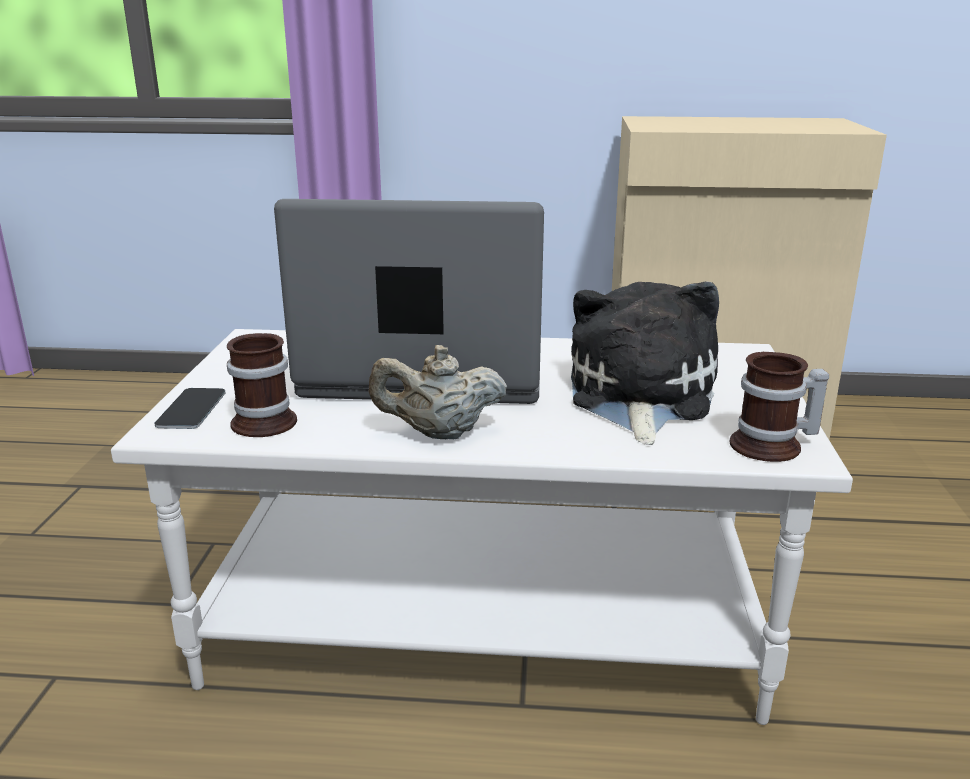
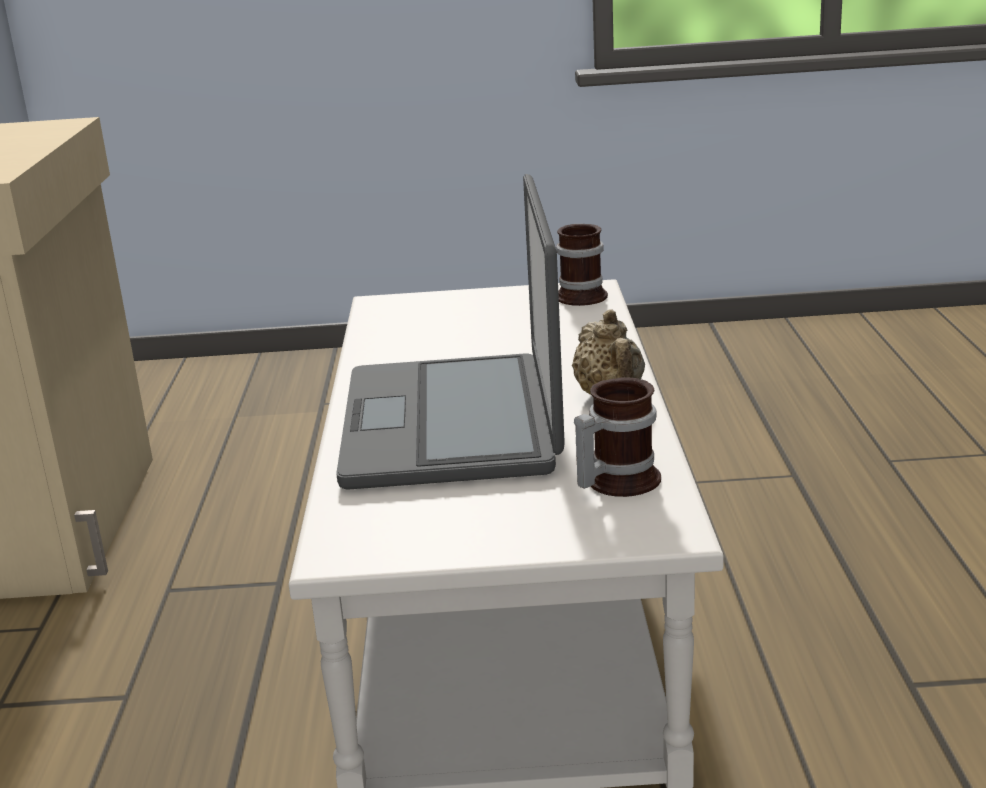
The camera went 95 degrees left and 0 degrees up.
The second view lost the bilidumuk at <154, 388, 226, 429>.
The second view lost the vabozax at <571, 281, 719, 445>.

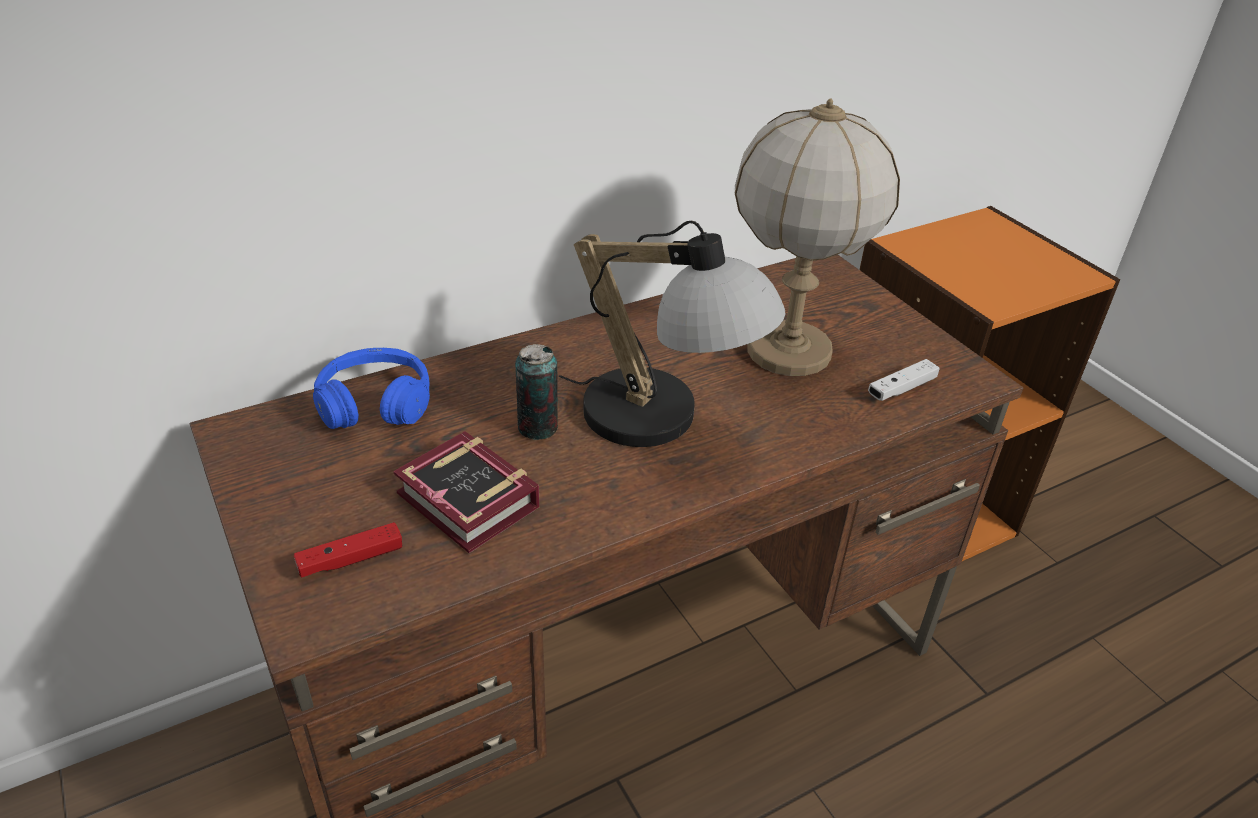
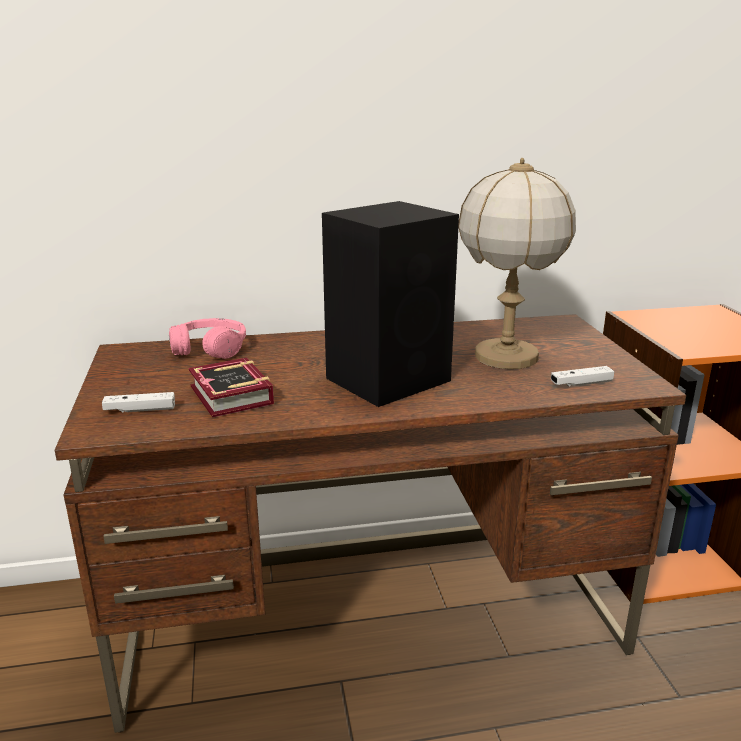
The camera went 20 degrees right and 15 degrees down.
What was the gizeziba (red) at <294, 522, 402, 577> turned into the gizeziba (white) at <102, 392, 175, 413>.
What was the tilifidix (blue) at <313, 348, 430, 429> turned into the tilifidix (pink) at <169, 318, 246, 359>.
Where the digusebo stood at <559, 221, 786, 447>, the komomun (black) came to stand at <322, 201, 459, 407>.
The second view lost the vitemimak at <515, 344, 558, 440>.

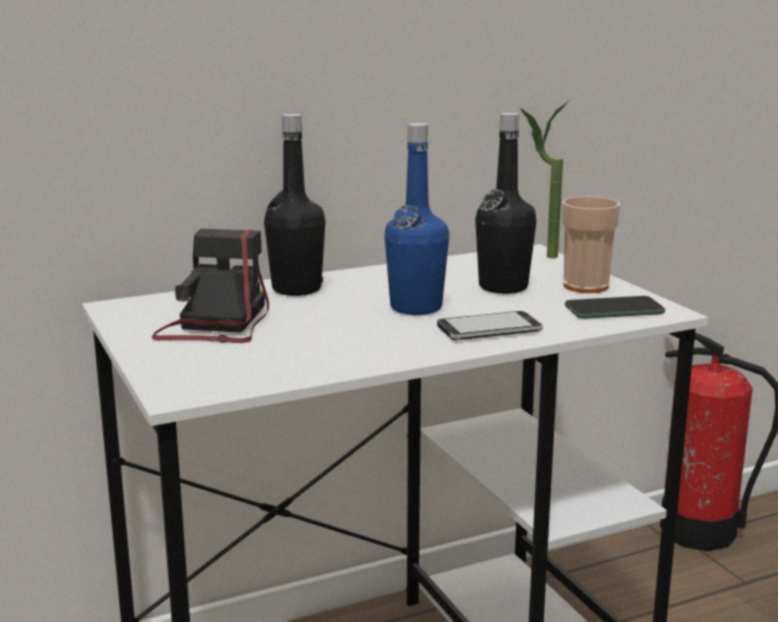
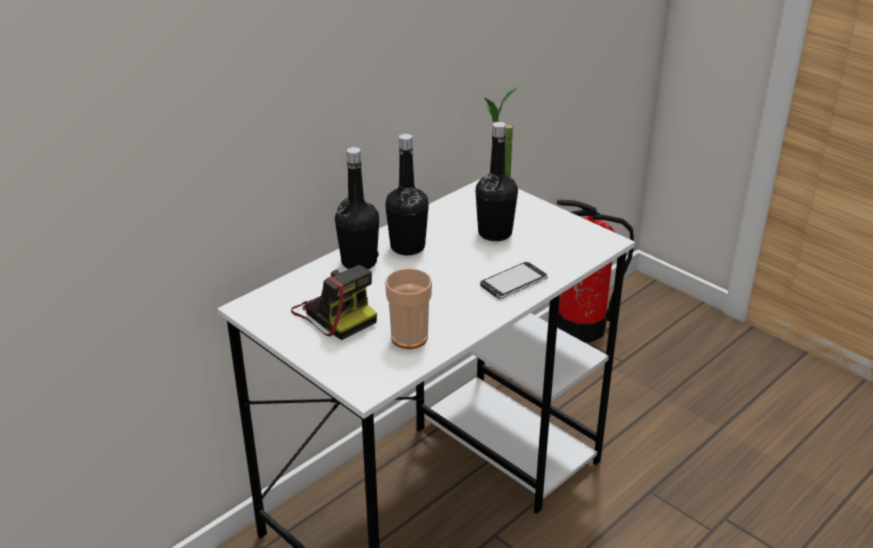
The camera went 20 degrees left and 15 degrees up.
The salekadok at <152, 229, 269, 343> ended up facing another way, 150 degrees clockwise from before.
The second view gained the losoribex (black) at <385, 134, 429, 255>.
The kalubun ended up elsewhere, having gone from <562, 196, 620, 293> to <385, 268, 432, 349>.
The second view lost the losoribex (blue) at <384, 123, 449, 315>.
The second view lost the bilidumuk at <565, 296, 665, 319>.

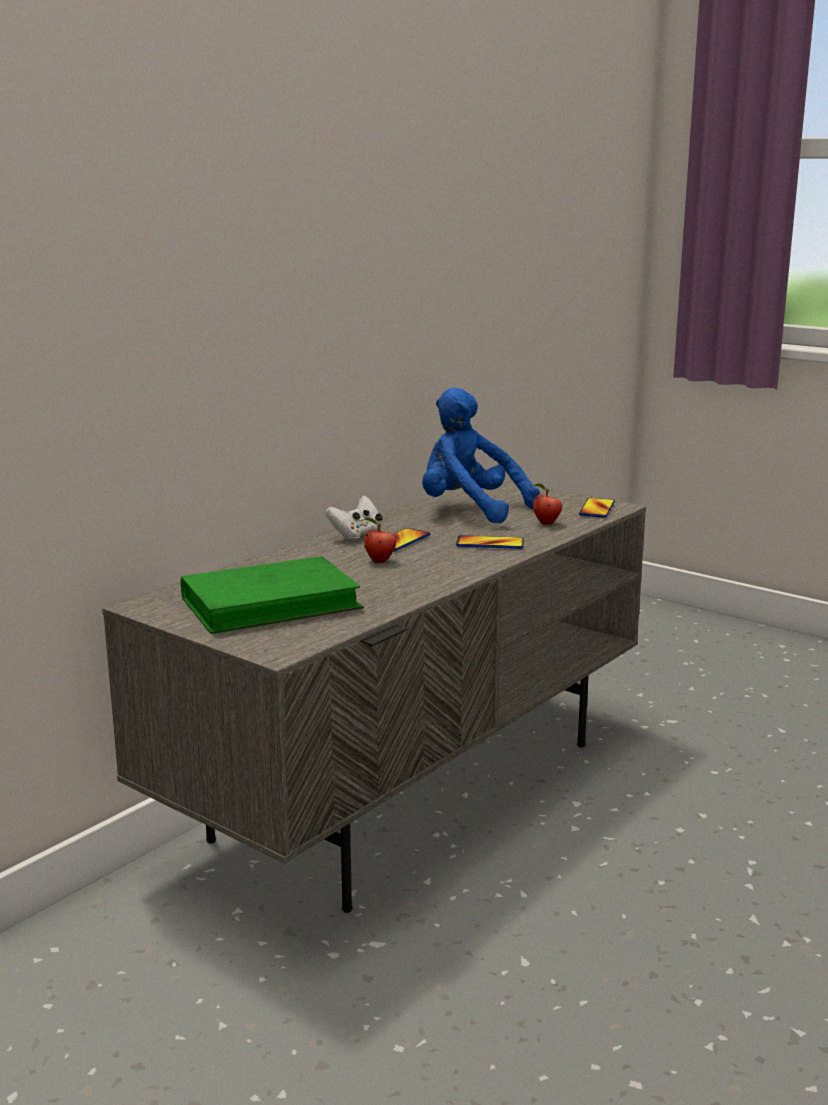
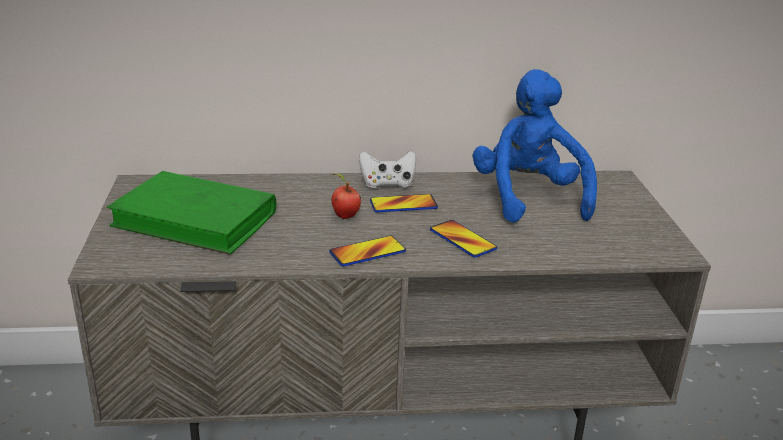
The camera went 45 degrees right and 10 degrees up.
The bilidumuk ended up elsewhere, having gone from <579, 498, 615, 518> to <329, 236, 406, 266>.
The second view lost the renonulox at <530, 484, 562, 525>.

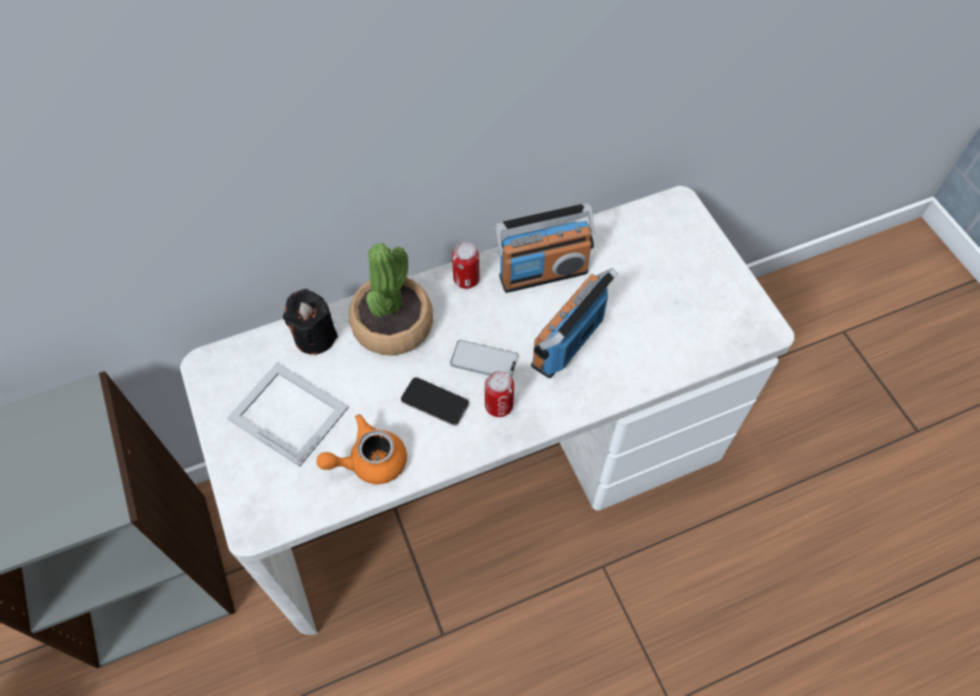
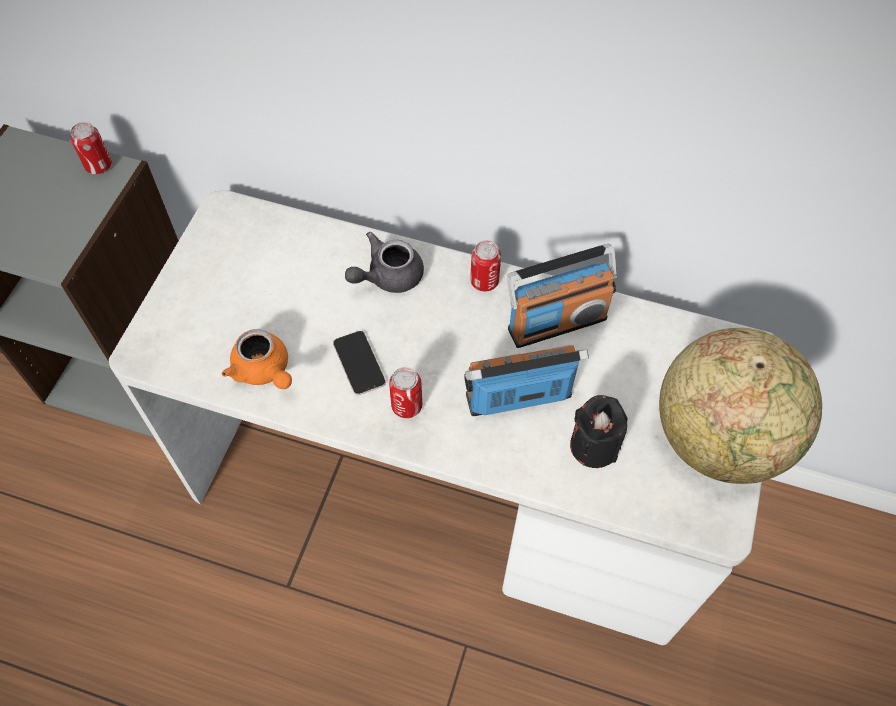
The camera went 40 degrees right and 0 degrees up.
The second view gained the vitemimak at <70, 122, 112, 174>.
The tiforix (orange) at <316, 414, 407, 485> ended up facing another way, 150 degrees counterclockwise from before.
Where the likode stood at <349, 243, 433, 356>, the tiforix (grey) came to stand at <345, 232, 424, 293>.
The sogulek at <495, 203, 594, 293> ended up facing another way, 45 degrees counterclockwise from before.
The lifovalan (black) ended up elsewhere, having gone from <283, 289, 338, 355> to <570, 395, 627, 468>.
The second view gained the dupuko at <659, 328, 822, 484>.
The second view lost the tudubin at <227, 362, 349, 467>.
The second view lost the bilidumuk at <450, 340, 518, 378>.

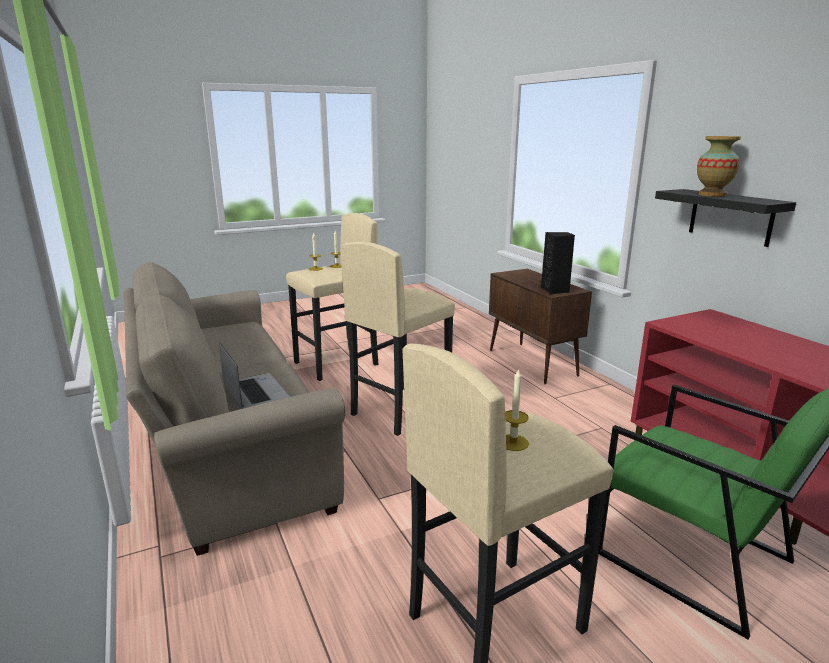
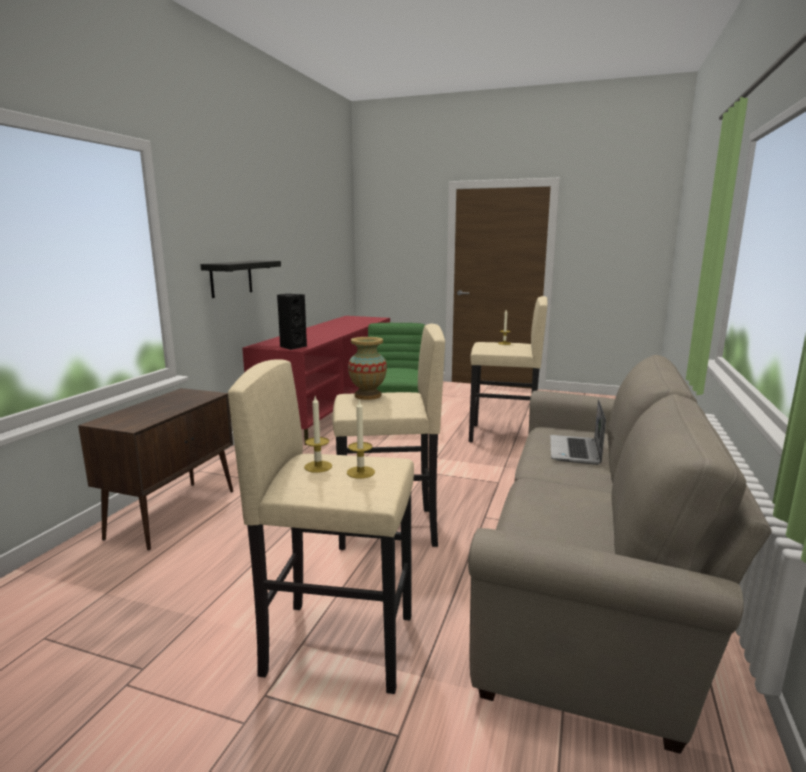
The camera went 135 degrees left and 5 degrees down.
The komomun (black) ended up elsewhere, having gone from <541, 232, 575, 295> to <277, 294, 307, 350>.
The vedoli ended up elsewhere, having gone from <697, 136, 741, 197> to <348, 337, 387, 400>.

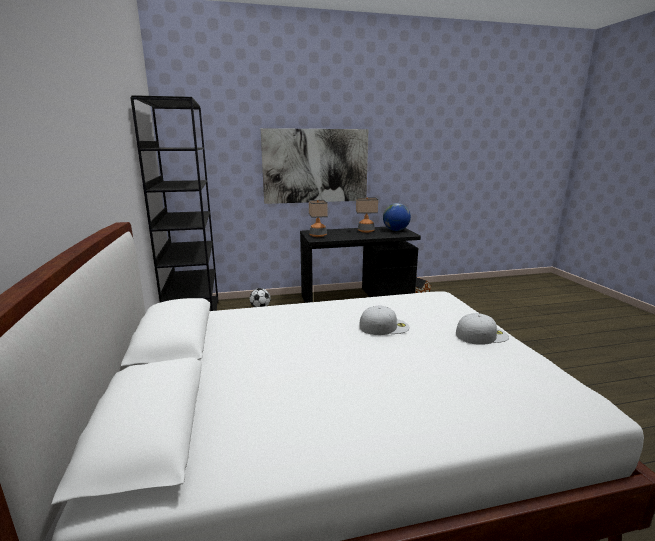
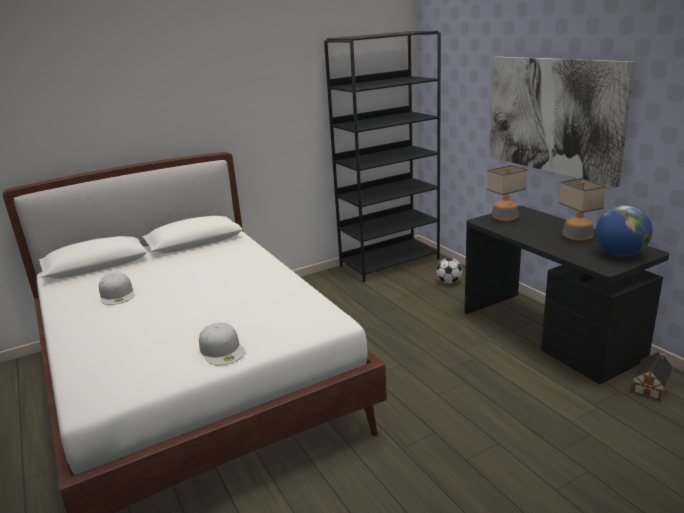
The camera went 75 degrees right and 5 degrees up.
The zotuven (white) ended up elsewhere, having gone from <359, 306, 409, 335> to <99, 273, 134, 305>.

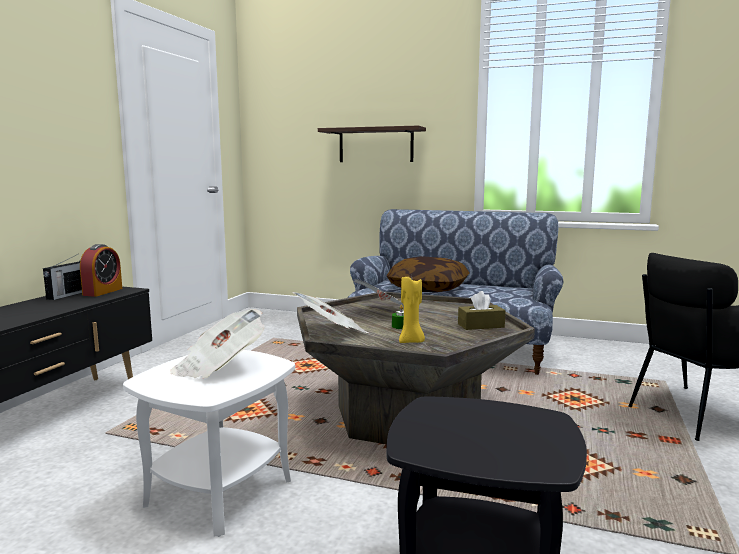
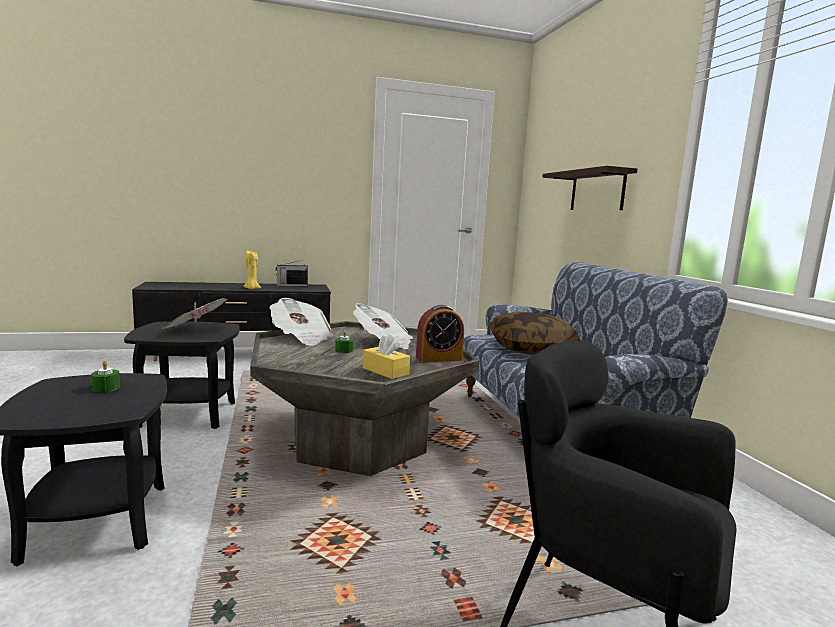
The camera went 55 degrees right and 0 degrees up.
The second view gained the lifovalan (green) at <91, 360, 120, 392>.
What was the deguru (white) at <123, 350, 295, 537> turned into the deguru (black) at <124, 322, 240, 429>.
The lifovalan (yellow) ended up elsewhere, having gone from <399, 277, 425, 343> to <244, 251, 261, 289>.
What was the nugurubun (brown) at <458, 291, 505, 330> turned into the nugurubun (yellow) at <363, 334, 410, 379>.
The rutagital ended up elsewhere, having gone from <80, 244, 122, 297> to <416, 305, 464, 363>.

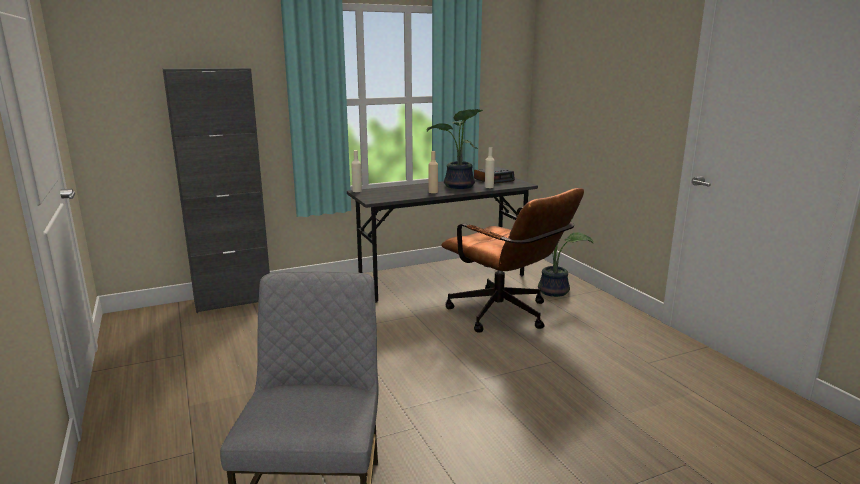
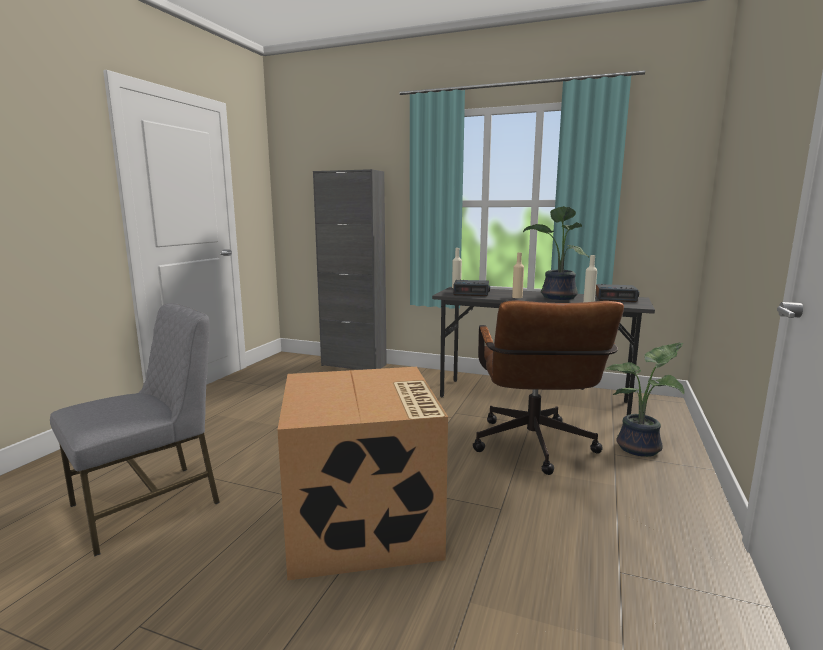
The camera went 45 degrees right and 5 degrees down.
The second view gained the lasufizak at <278, 367, 448, 580>.
The second view gained the rutagital at <453, 280, 490, 296>.

